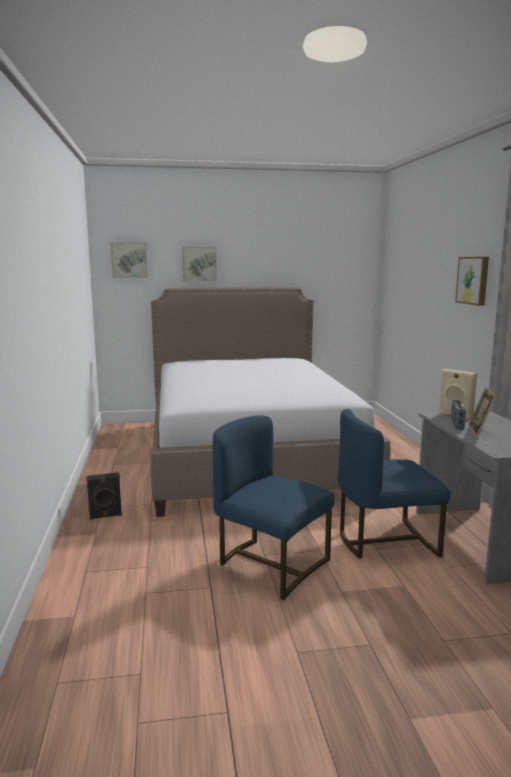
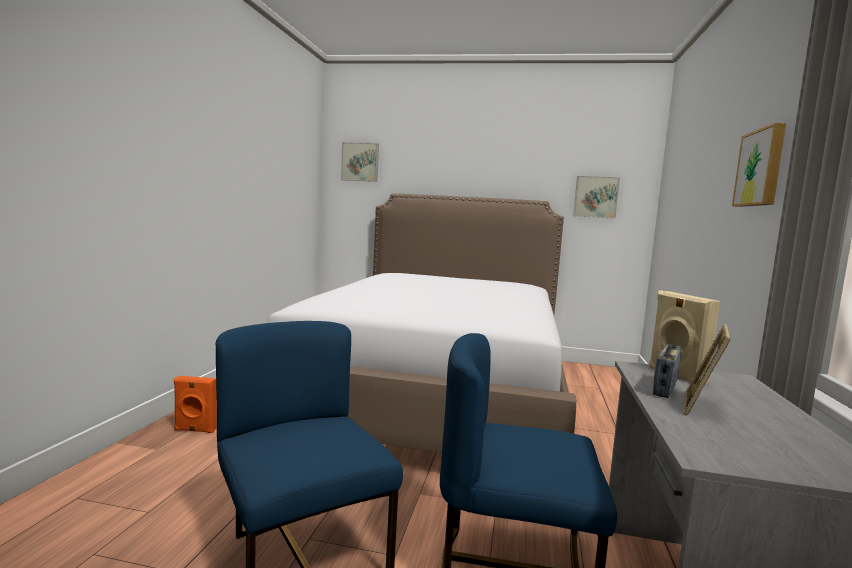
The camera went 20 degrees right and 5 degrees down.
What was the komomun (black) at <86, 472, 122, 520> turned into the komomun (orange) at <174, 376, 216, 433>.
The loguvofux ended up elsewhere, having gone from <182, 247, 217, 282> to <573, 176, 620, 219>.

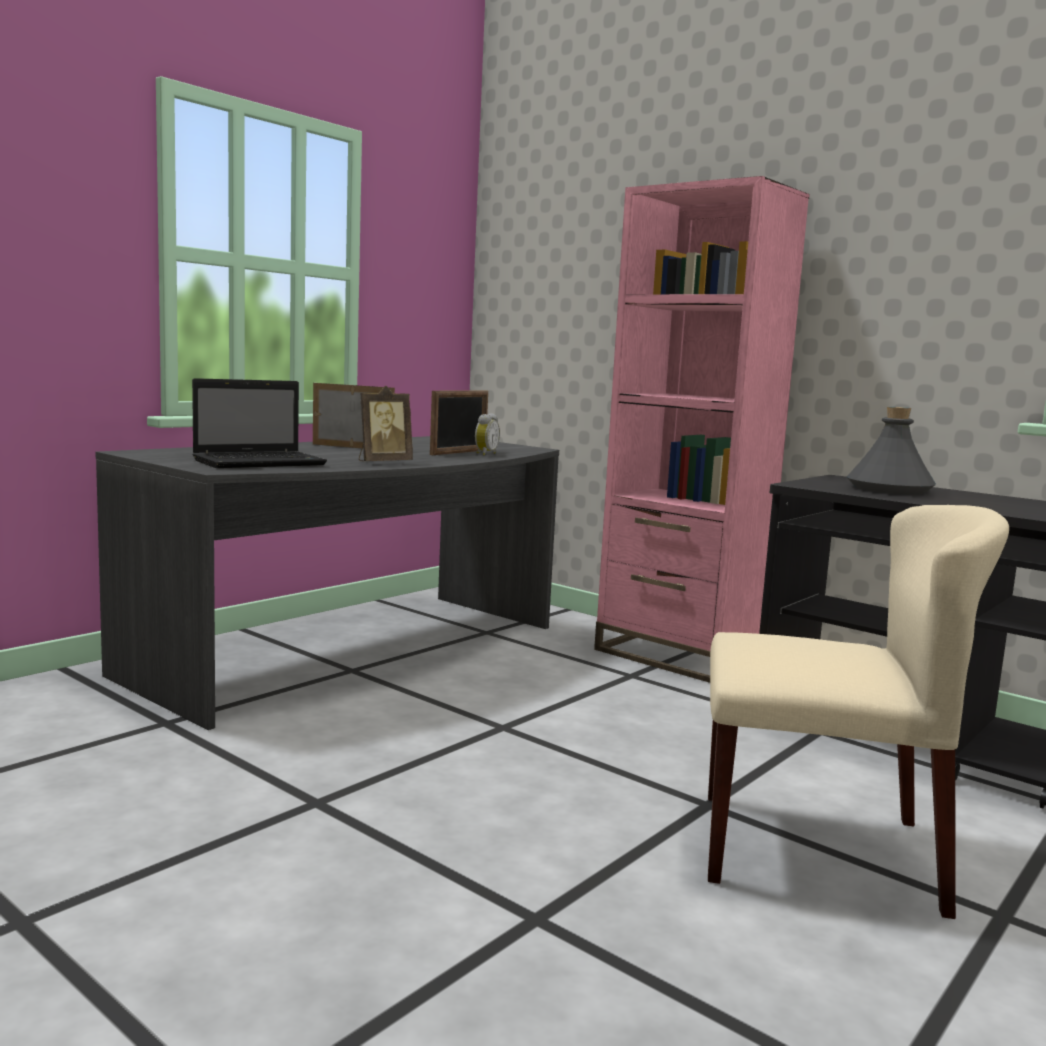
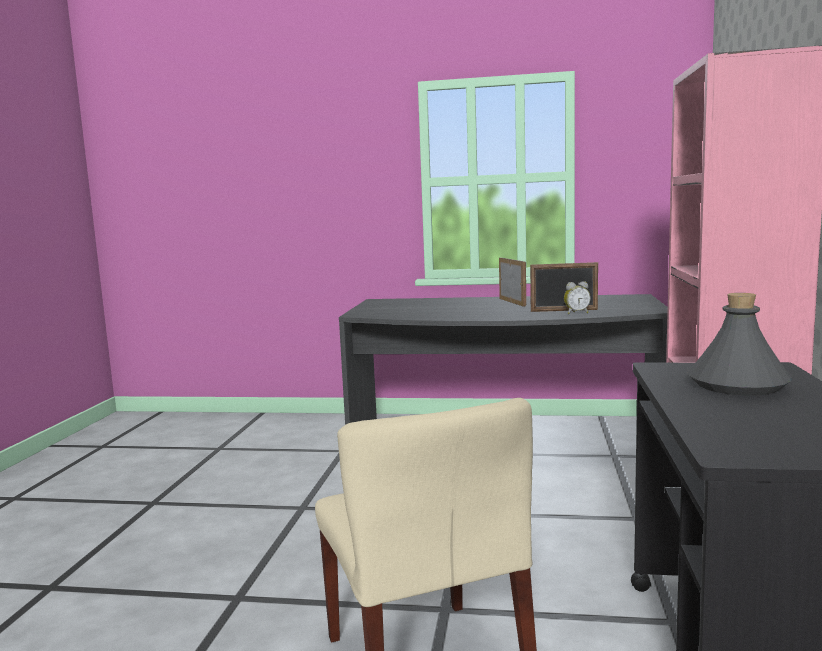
The camera went 60 degrees right and 0 degrees up.
The second view lost the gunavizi at <192, 378, 327, 468>.
The second view lost the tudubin at <359, 386, 413, 461>.

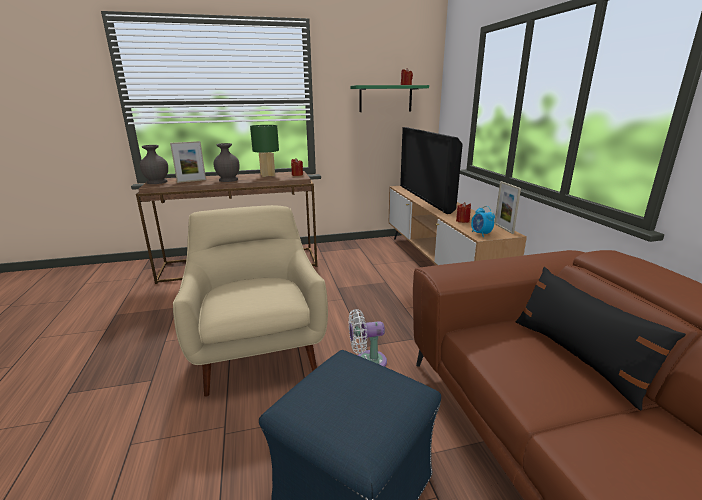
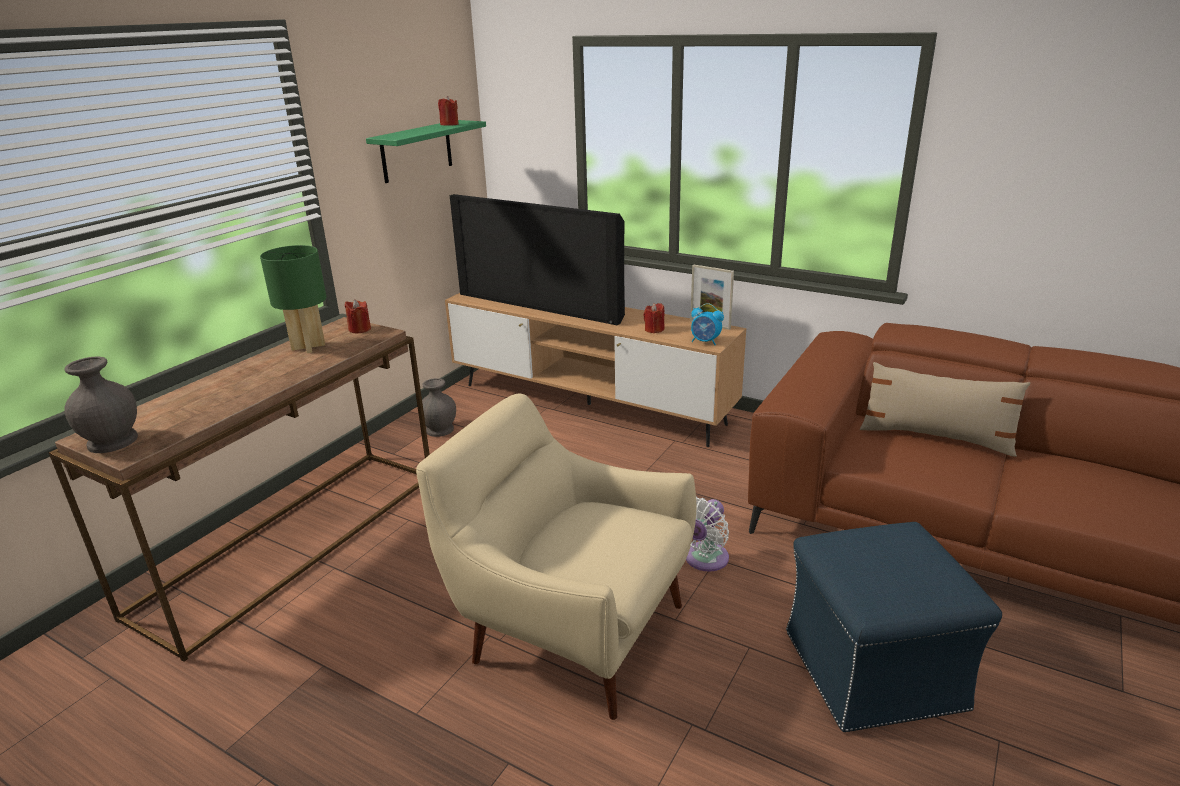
The camera went 45 degrees left and 5 degrees up.
The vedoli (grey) ended up elsewhere, having gone from <214, 143, 240, 182> to <422, 378, 456, 437>.
What was the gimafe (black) at <516, 267, 686, 410> turned into the gimafe (beige) at <860, 362, 1030, 457>.
The second view lost the tudubin at <170, 141, 206, 183>.

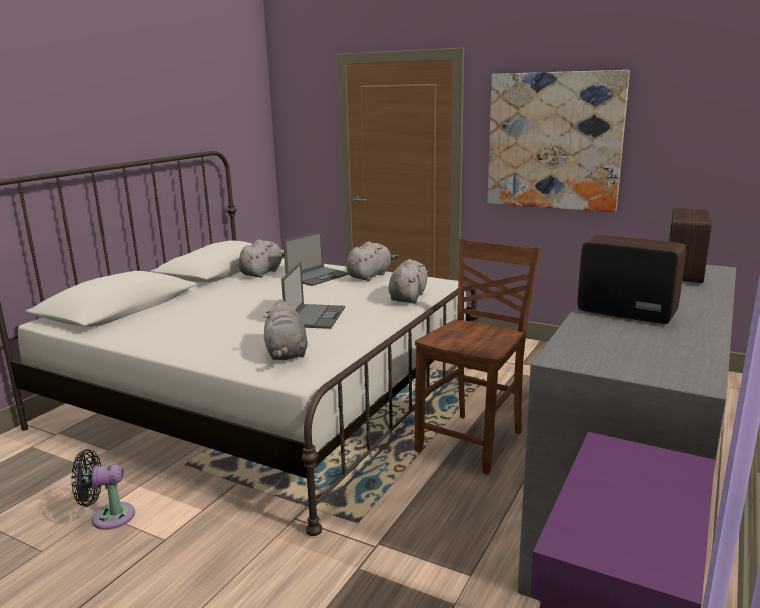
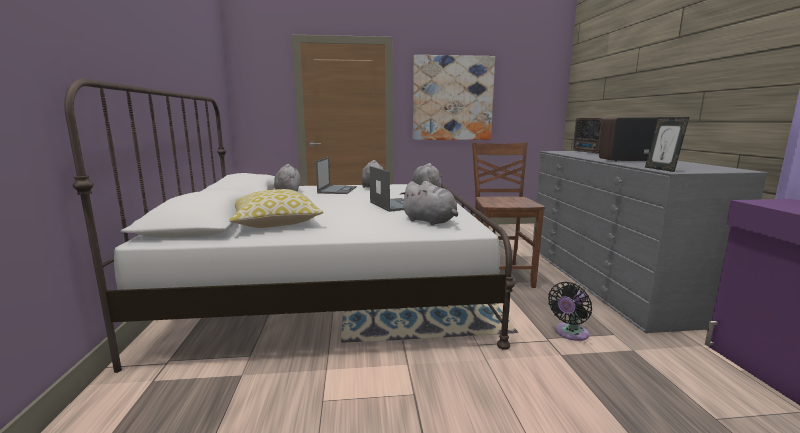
The camera went 35 degrees left and 5 degrees down.
The second view gained the gimafe at <229, 189, 323, 228>.
The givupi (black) ended up elsewhere, having gone from <71, 449, 135, 530> to <548, 282, 592, 341>.
The second view gained the tudubin at <645, 117, 689, 172>.

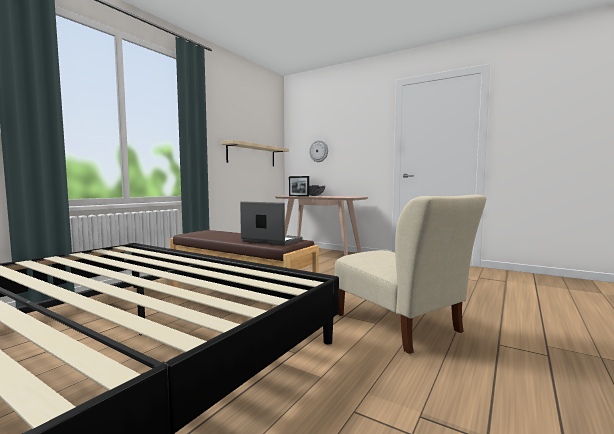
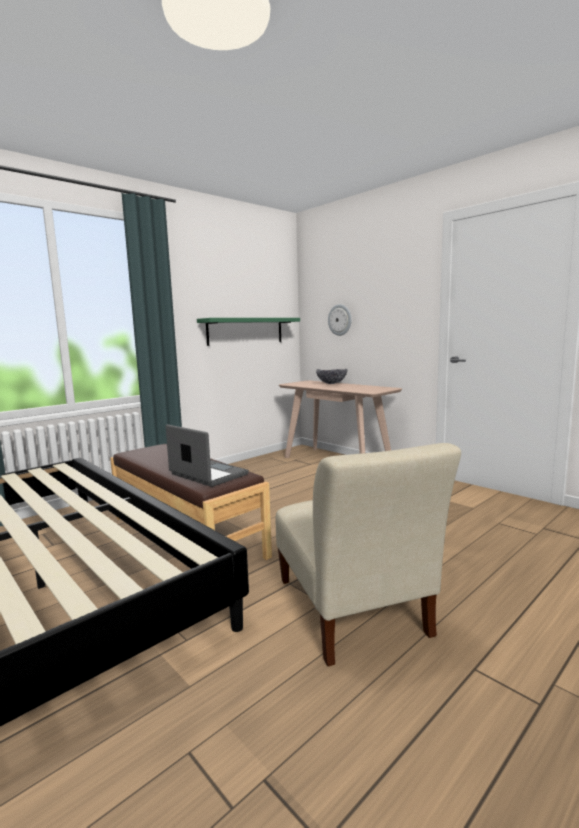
The camera went 15 degrees right and 5 degrees up.
What was the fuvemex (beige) at <220, 140, 289, 166> turned into the fuvemex (green) at <197, 318, 300, 346>.
The second view lost the tudubin at <289, 176, 309, 197>.

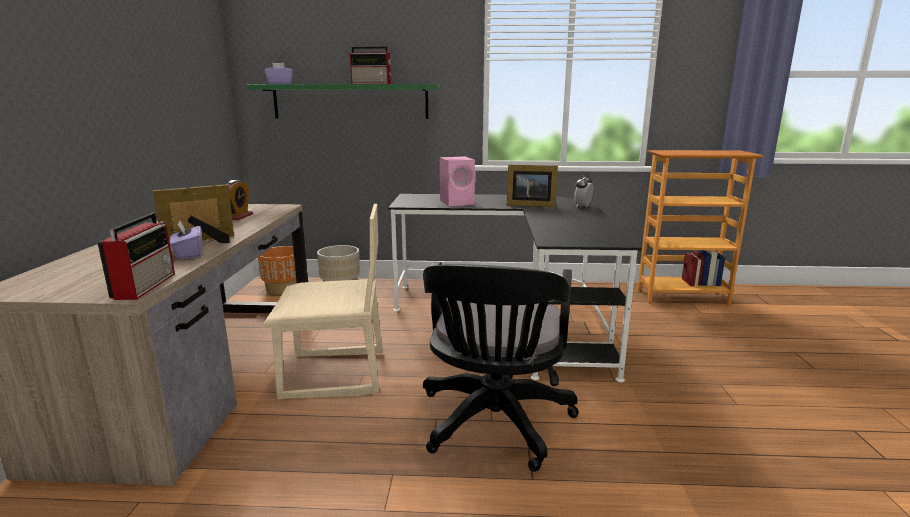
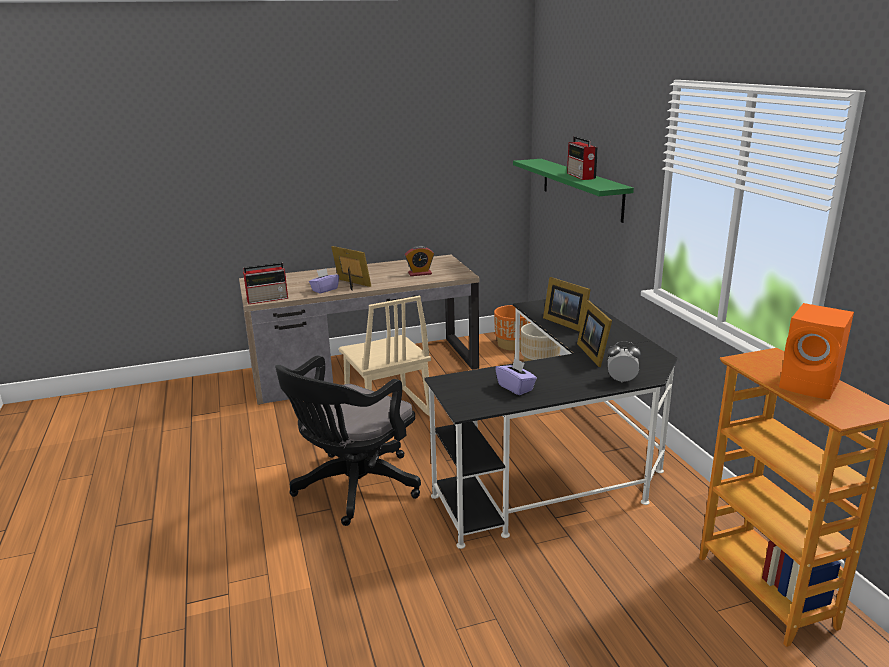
The camera went 70 degrees right and 5 degrees up.
The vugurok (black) at <423, 262, 579, 472> ended up facing another way, 45 degrees counterclockwise from before.
The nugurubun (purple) ended up elsewhere, having gone from <264, 63, 293, 84> to <495, 358, 537, 395>.
Where the komomun (pink) stood at <440, 156, 476, 206>, the tudubin came to stand at <543, 277, 591, 332>.
The second view gained the komomun (orange) at <779, 303, 854, 400>.

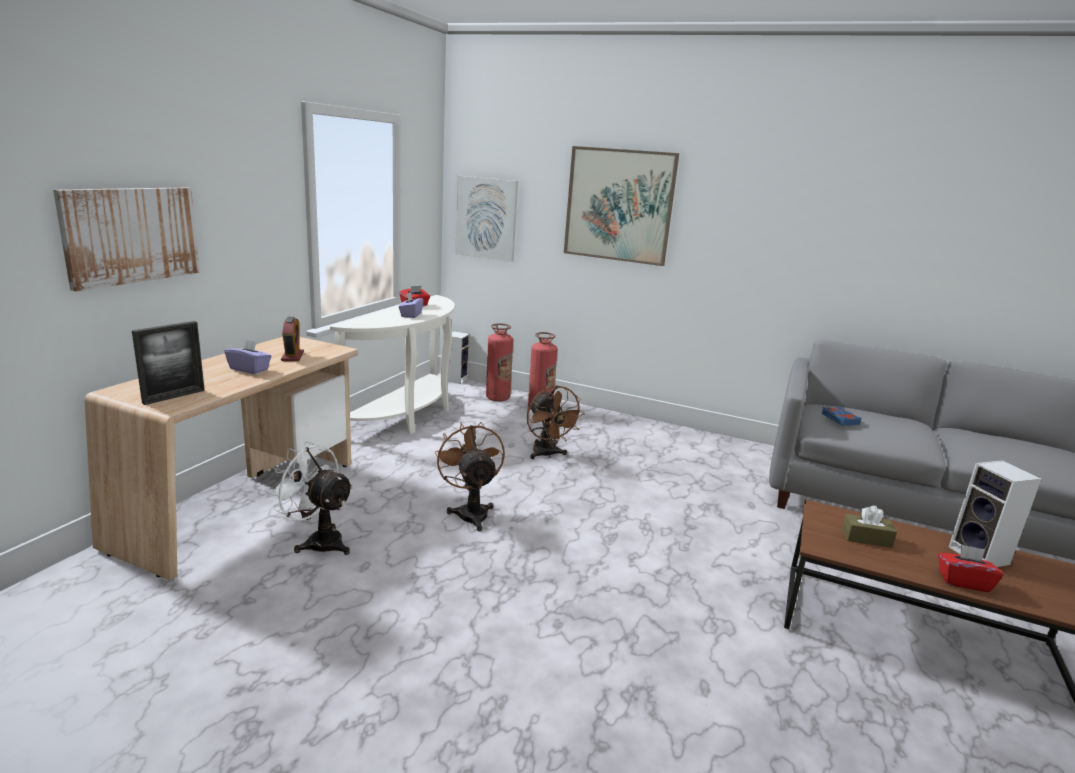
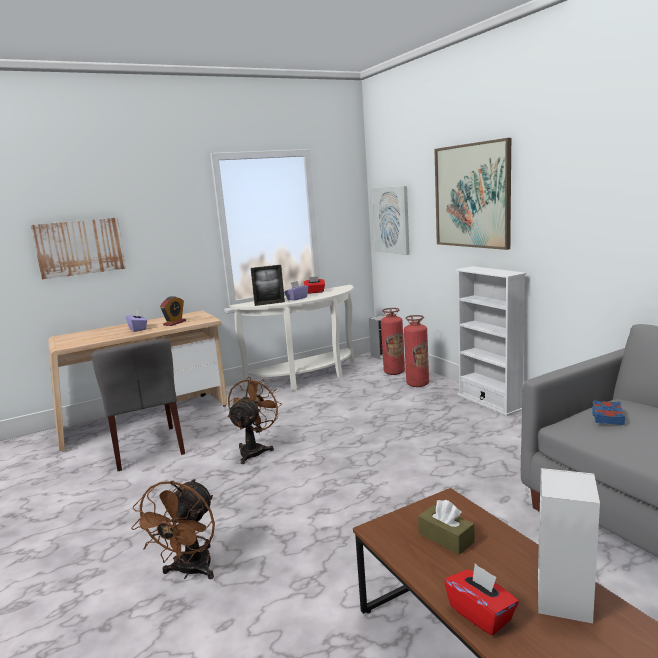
The camera went 40 degrees right and 5 degrees down.
Where the givupi (white) stood at <267, 441, 354, 555>, the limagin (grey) came to stand at <91, 339, 185, 471>.
The givupi (brown) ended up elsewhere, having gone from <527, 386, 585, 459> to <131, 479, 215, 579>.
The tudubin ended up elsewhere, having gone from <132, 321, 205, 405> to <251, 265, 285, 306>.
The second view gained the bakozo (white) at <456, 266, 526, 416>.

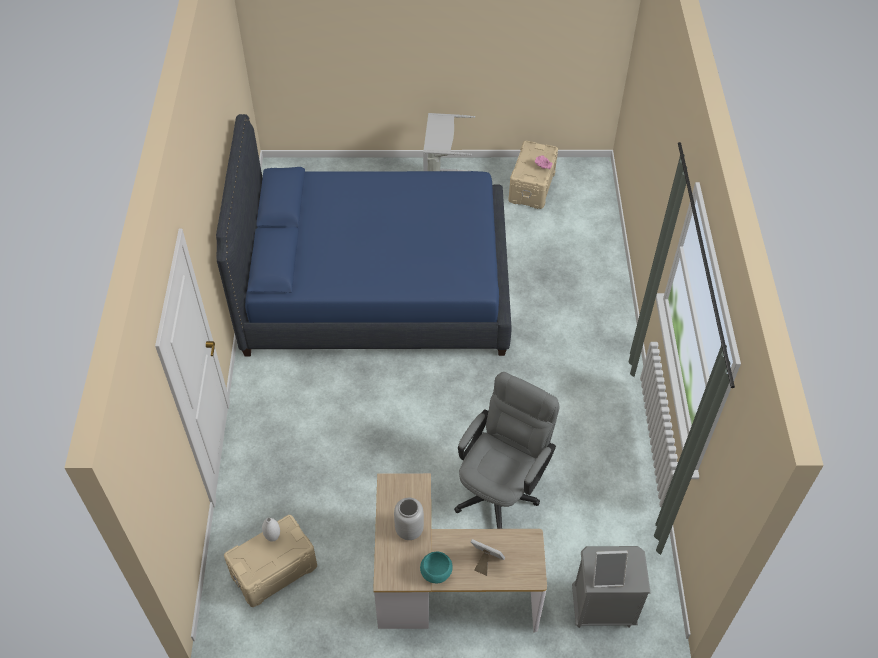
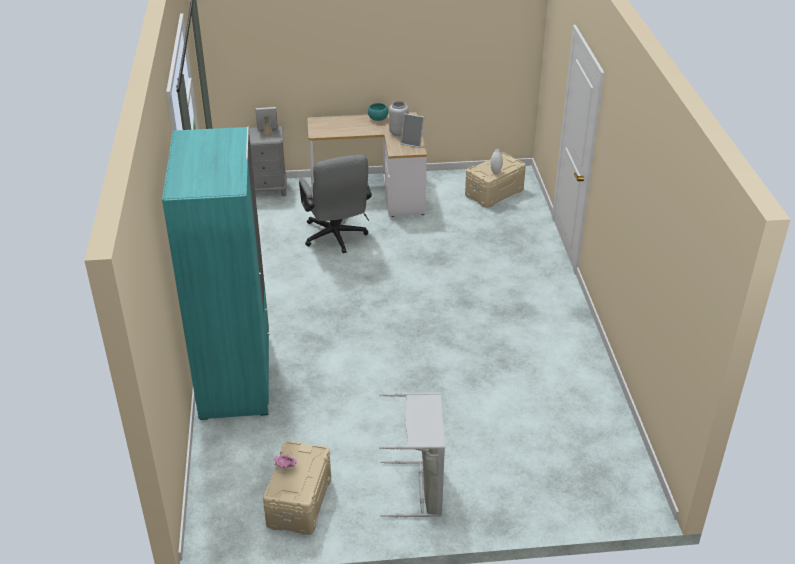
The camera went 175 degrees right and 15 degrees down.
The second view gained the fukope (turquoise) at <162, 126, 269, 420>.
The vugurok (grey) at <454, 372, 559, 529> ended up facing another way, 45 degrees counterclockwise from before.
The tudubin ended up elsewhere, having gone from <471, 539, 505, 576> to <400, 113, 425, 148>.
The second view lost the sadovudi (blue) at <216, 114, 512, 357>.

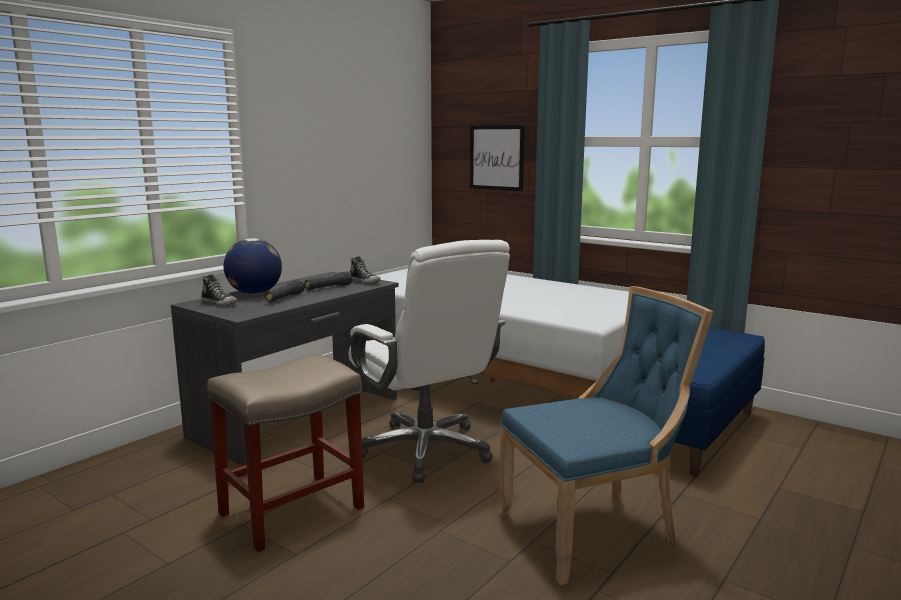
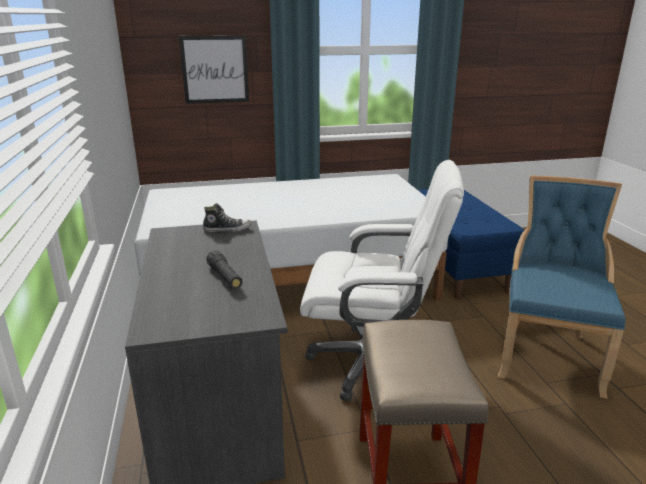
The camera went 50 degrees left and 10 degrees up.
The second view lost the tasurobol at <201, 274, 238, 306>.
The second view lost the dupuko at <223, 238, 282, 294>.
The second view lost the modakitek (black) at <304, 271, 353, 290>.

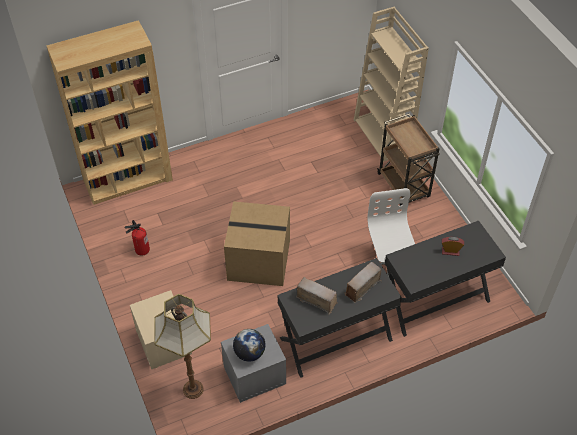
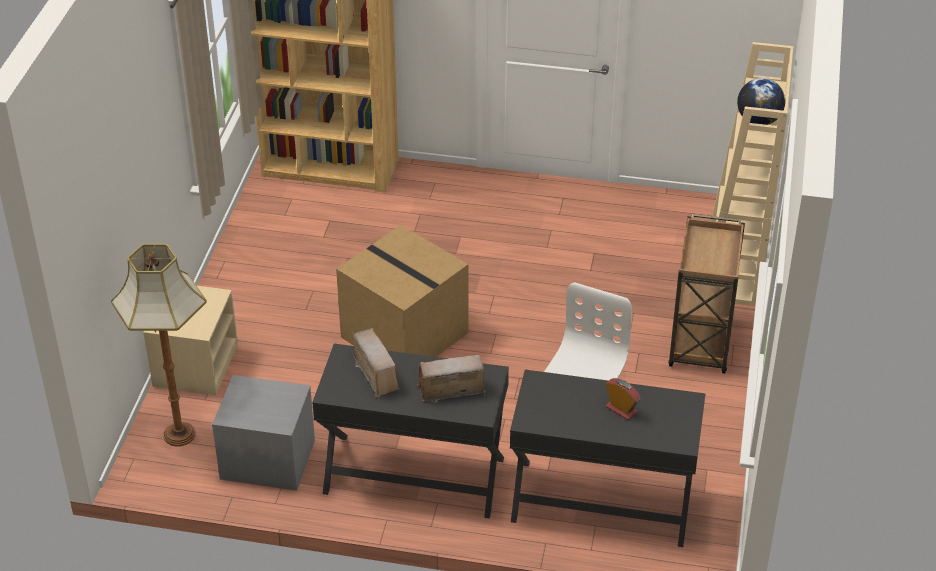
The camera went 35 degrees right and 10 degrees down.
The dupuko ended up elsewhere, having gone from <233, 329, 265, 362> to <737, 78, 785, 125>.
The second view lost the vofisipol at <124, 220, 150, 256>.

